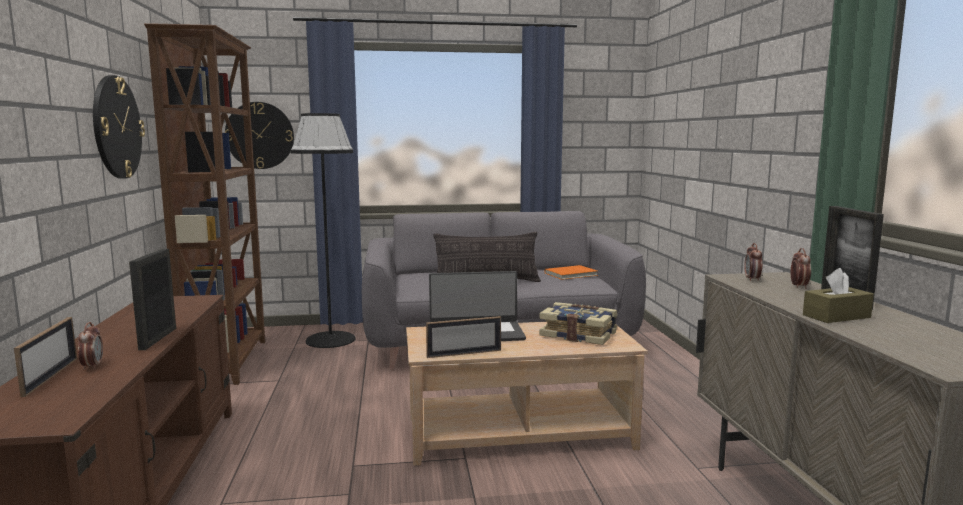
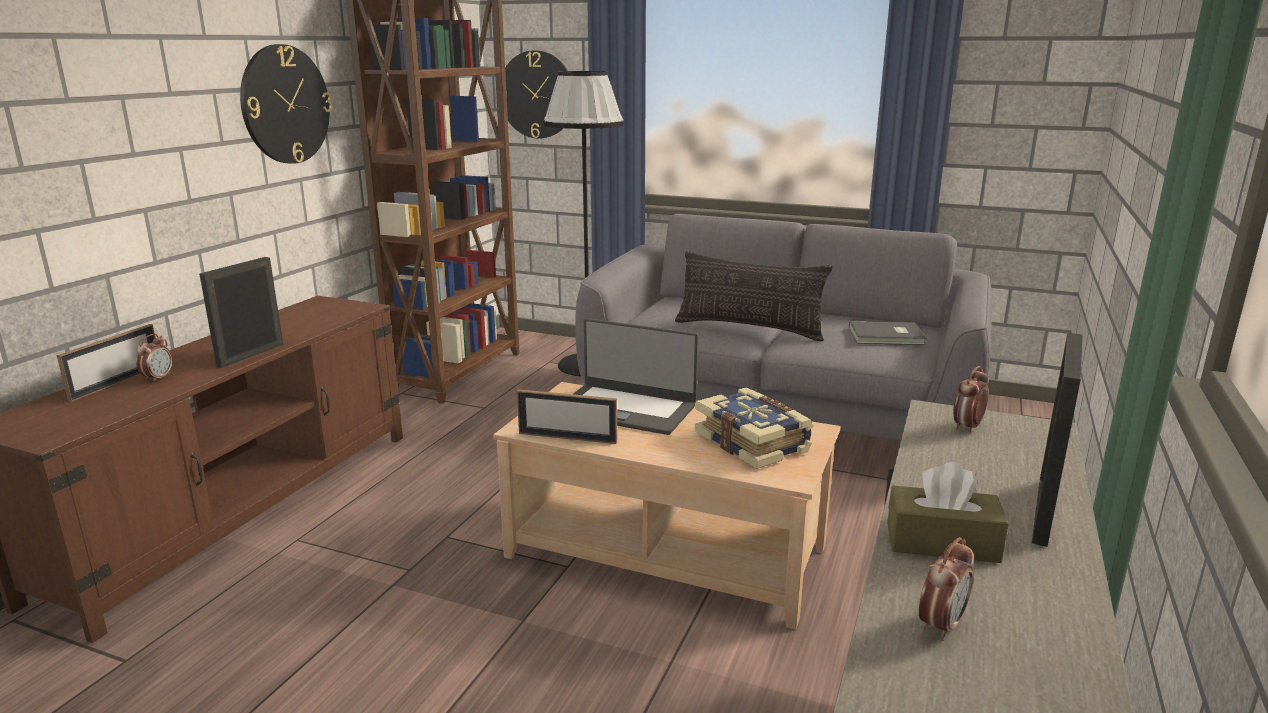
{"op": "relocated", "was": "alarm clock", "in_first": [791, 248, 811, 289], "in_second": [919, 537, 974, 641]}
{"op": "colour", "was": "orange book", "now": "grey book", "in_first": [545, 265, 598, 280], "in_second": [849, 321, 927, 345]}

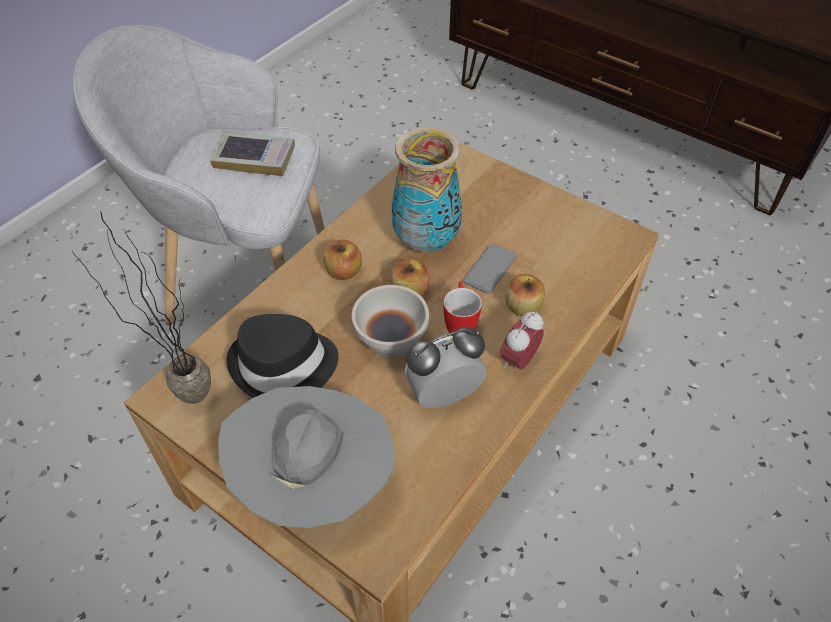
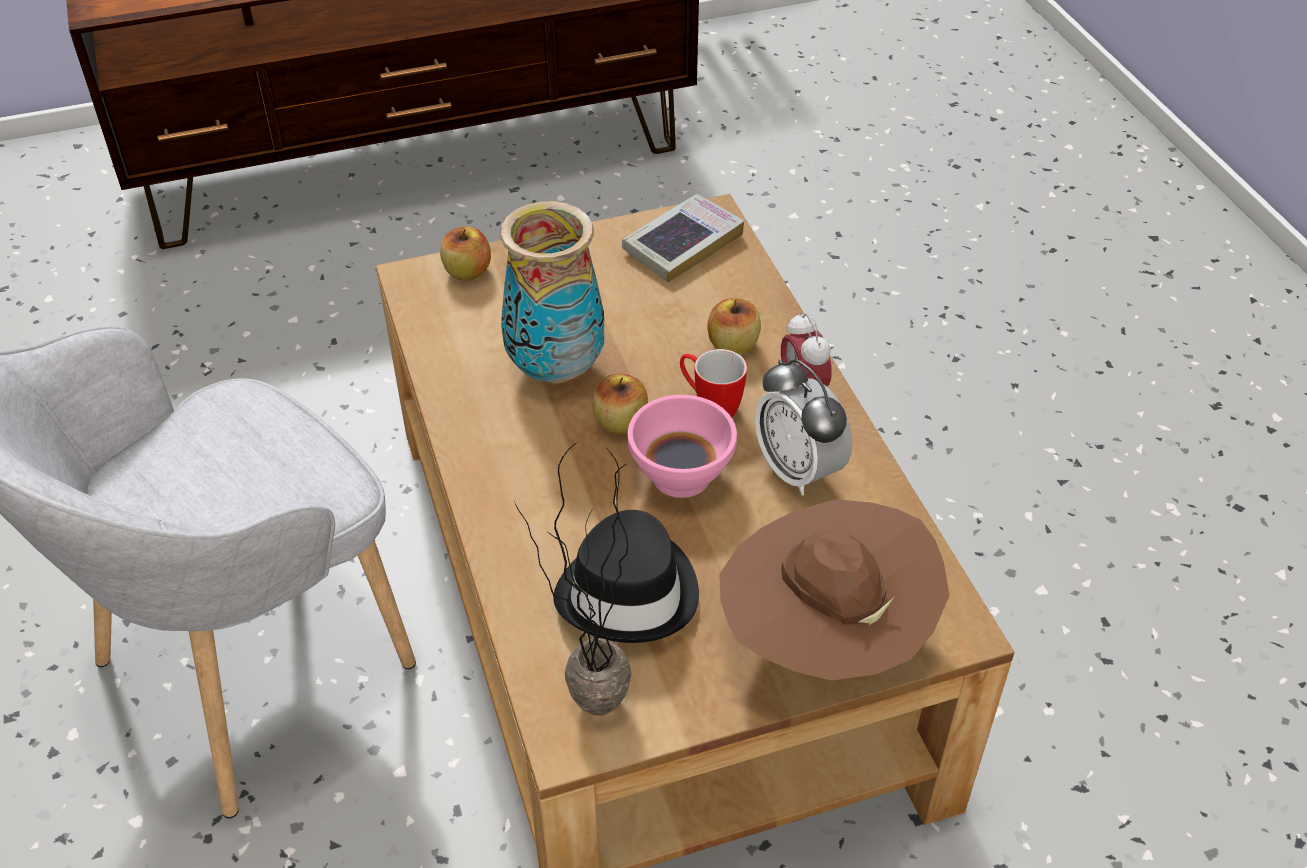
{"op": "missing", "was": "phone", "in_first": [463, 244, 517, 293]}
{"op": "relocated", "was": "book", "in_first": [211, 131, 295, 176], "in_second": [622, 194, 744, 283]}
{"op": "relocated", "was": "apple", "in_first": [324, 240, 362, 280], "in_second": [440, 226, 491, 281]}
{"op": "colour", "was": "grey hat", "now": "brown hat", "in_first": [218, 386, 395, 528], "in_second": [719, 499, 949, 681]}
{"op": "colour", "was": "white bowl", "now": "pink bowl", "in_first": [352, 285, 429, 358], "in_second": [628, 395, 737, 498]}
{"op": "spun", "was": "alarm clock", "in_first": [405, 327, 487, 408], "in_second": [754, 359, 852, 496], "clockwise": -45}

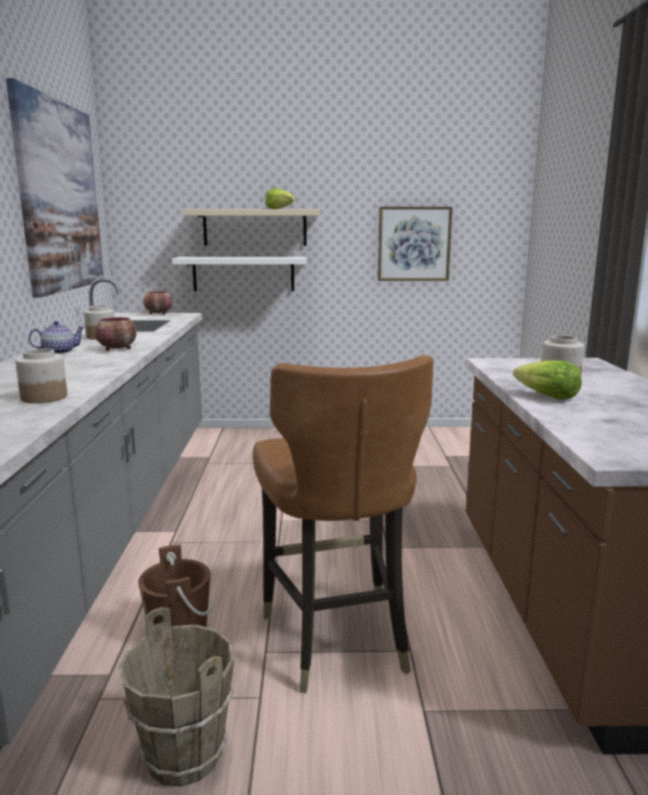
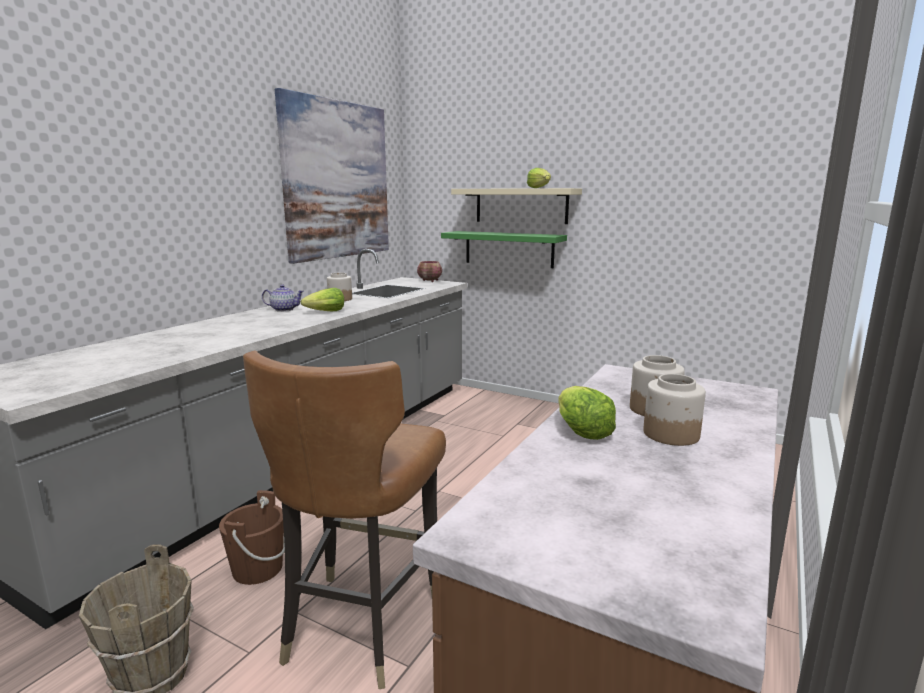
{"op": "missing", "was": "picture", "in_first": [378, 206, 453, 281]}
{"op": "relocated", "was": "jar", "in_first": [15, 349, 67, 403], "in_second": [643, 374, 706, 446]}
{"op": "exchanged", "was": "bowl", "now": "lettuce", "in_first": [95, 317, 136, 351], "in_second": [300, 288, 344, 311]}
{"op": "colour", "was": "white shelf", "now": "green shelf", "in_first": [172, 257, 307, 291], "in_second": [441, 231, 567, 268]}

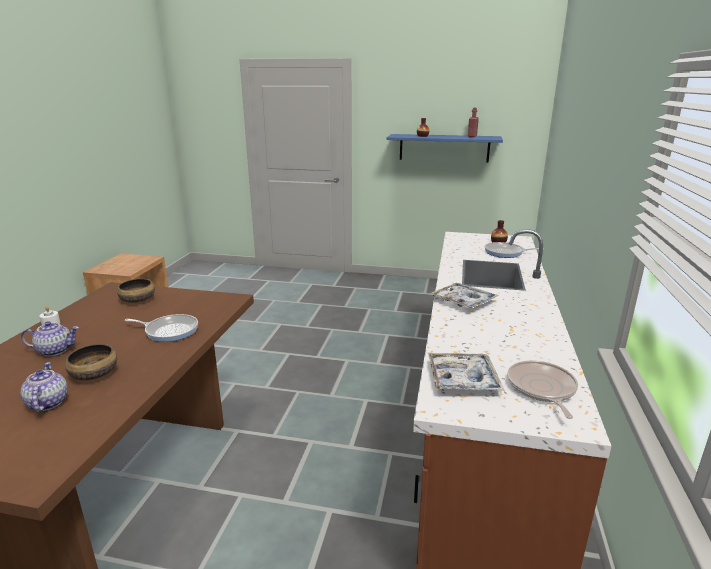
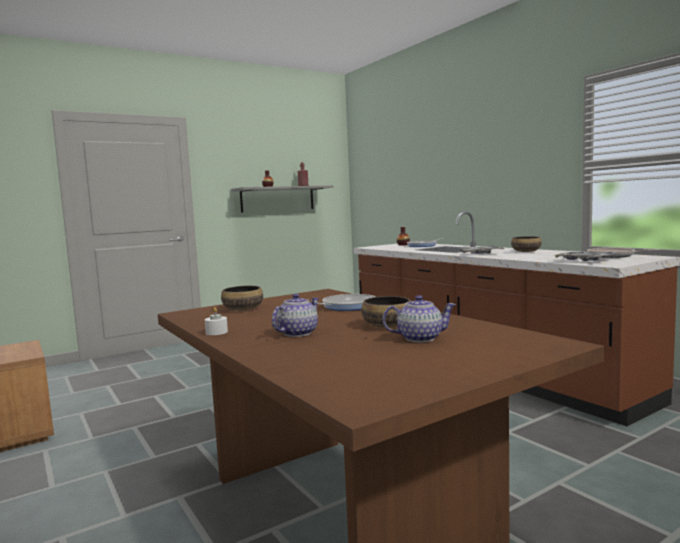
{"op": "appeared", "now": "bowl", "in_second": [511, 236, 542, 252]}
{"op": "colour", "was": "blue shelf", "now": "grey shelf", "in_first": [387, 134, 503, 162], "in_second": [231, 185, 334, 213]}
{"op": "spun", "was": "teapot", "in_first": [20, 362, 68, 413], "in_second": [383, 295, 456, 342], "clockwise": 150}

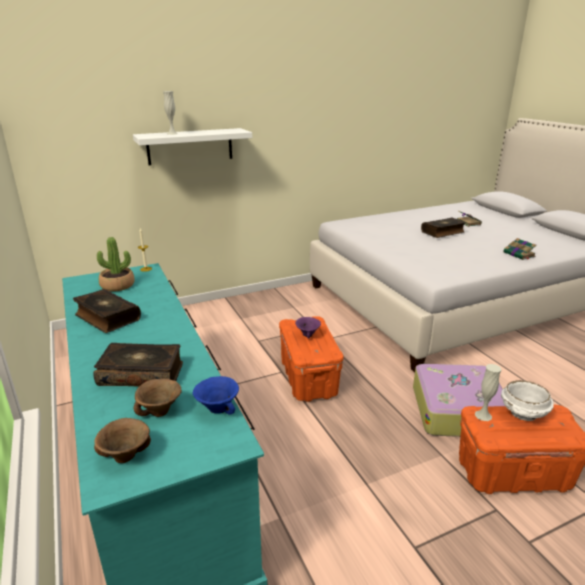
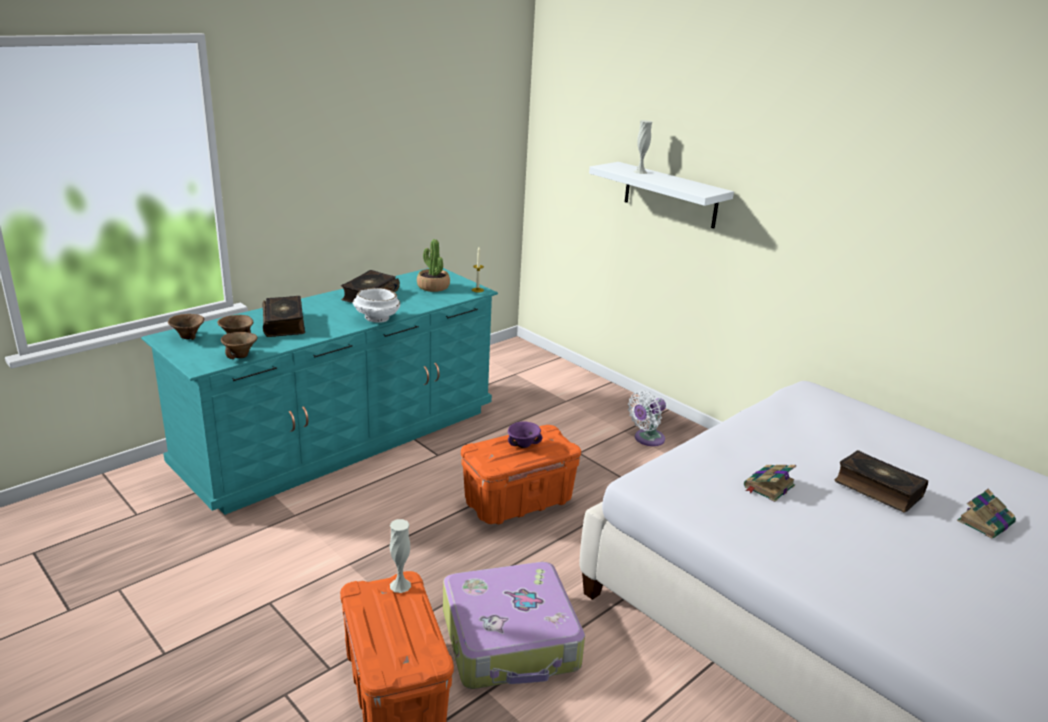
{"op": "appeared", "now": "white fan", "in_second": [628, 390, 666, 446]}
{"op": "relocated", "was": "white bowl", "in_first": [501, 380, 554, 421], "in_second": [353, 288, 400, 323]}
{"op": "relocated", "was": "book", "in_first": [503, 238, 537, 260], "in_second": [744, 465, 796, 502]}
{"op": "colour", "was": "blue bowl", "now": "brown bowl", "in_first": [193, 376, 239, 415], "in_second": [221, 332, 258, 359]}

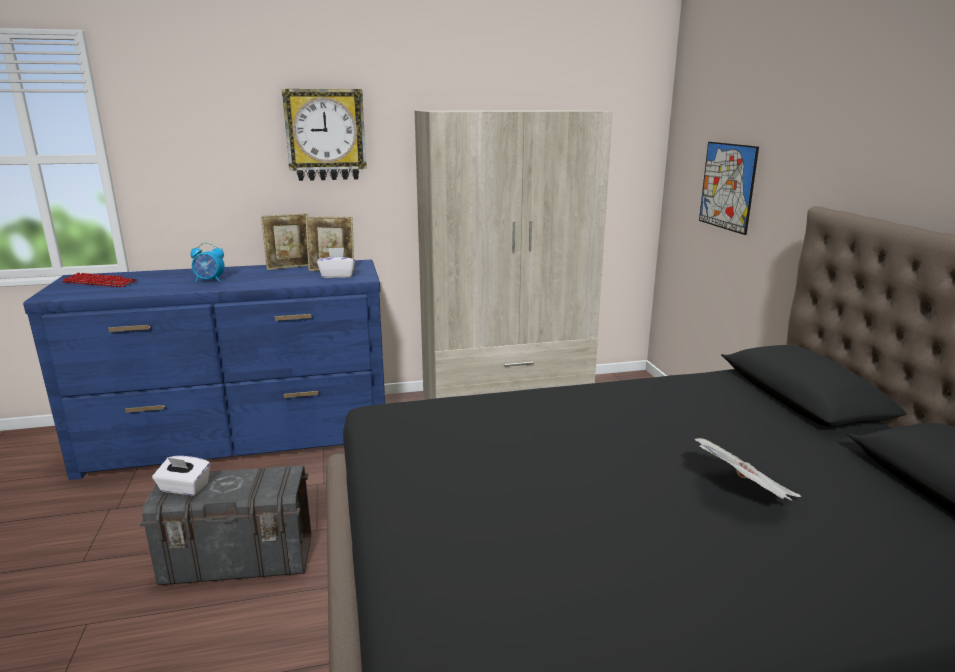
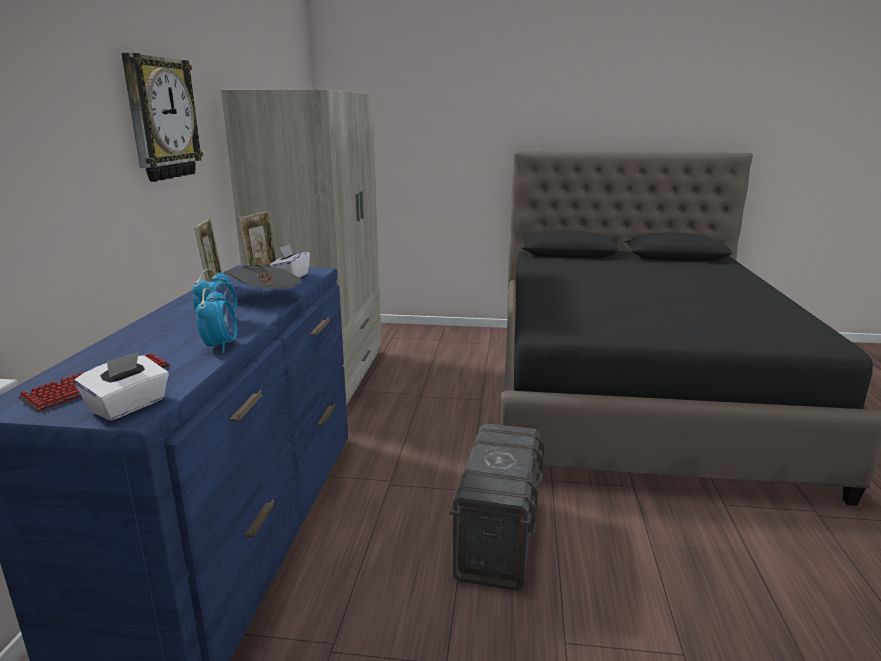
{"op": "missing", "was": "picture", "in_first": [699, 142, 759, 235]}
{"op": "appeared", "now": "alarm clock", "in_second": [196, 288, 238, 353]}
{"op": "relocated", "was": "white tissue box", "in_first": [152, 456, 210, 495], "in_second": [75, 351, 169, 421]}
{"op": "relocated", "was": "newspaper", "in_first": [695, 438, 801, 500], "in_second": [223, 265, 302, 289]}

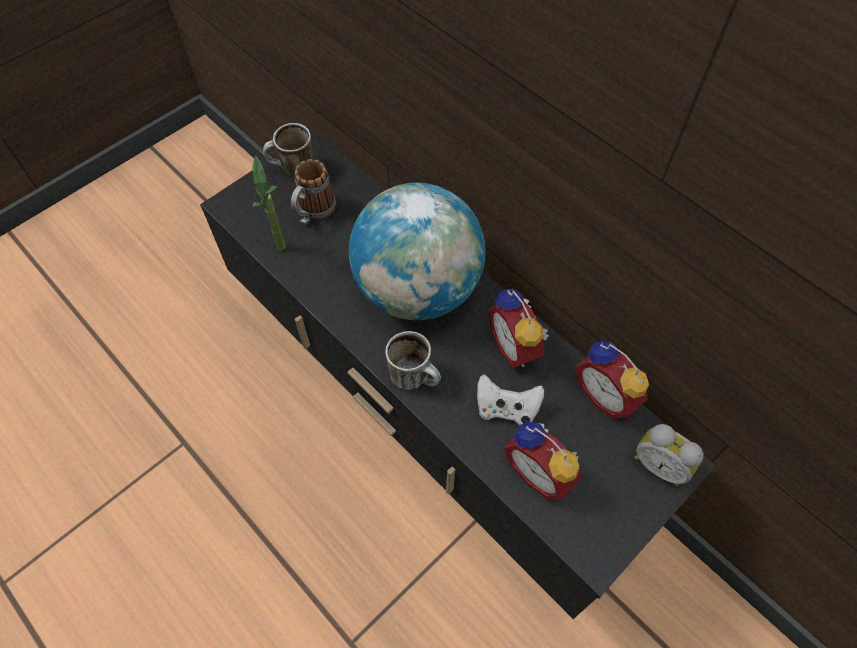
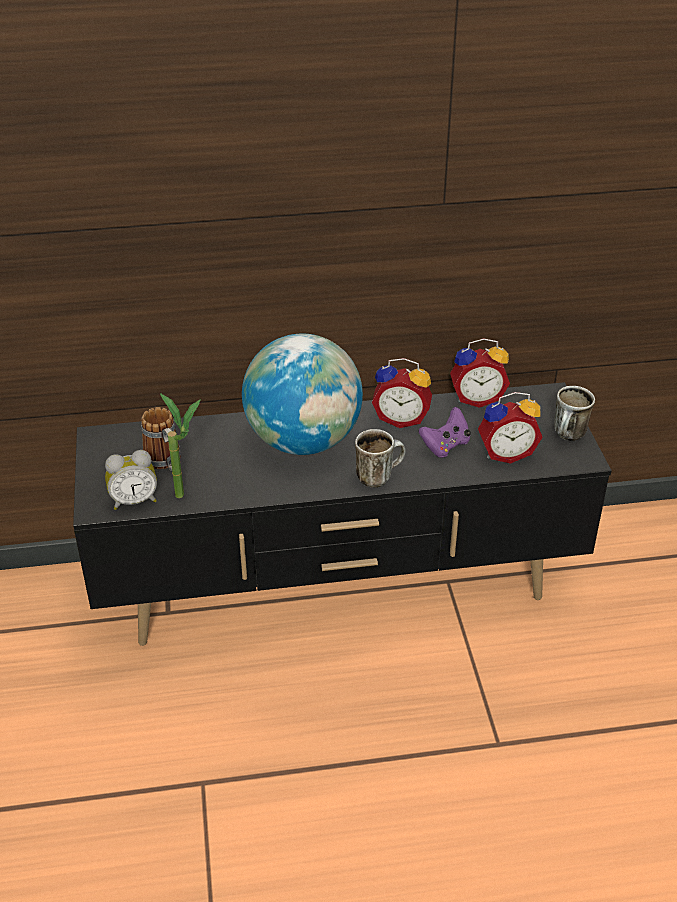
{"op": "relocated", "was": "mug", "in_first": [263, 123, 314, 178], "in_second": [554, 386, 595, 441]}
{"op": "relocated", "was": "alarm clock", "in_first": [634, 424, 704, 487], "in_second": [105, 450, 157, 510]}
{"op": "colour", "was": "white game controller", "now": "purple game controller", "in_first": [477, 374, 544, 426], "in_second": [418, 407, 471, 458]}

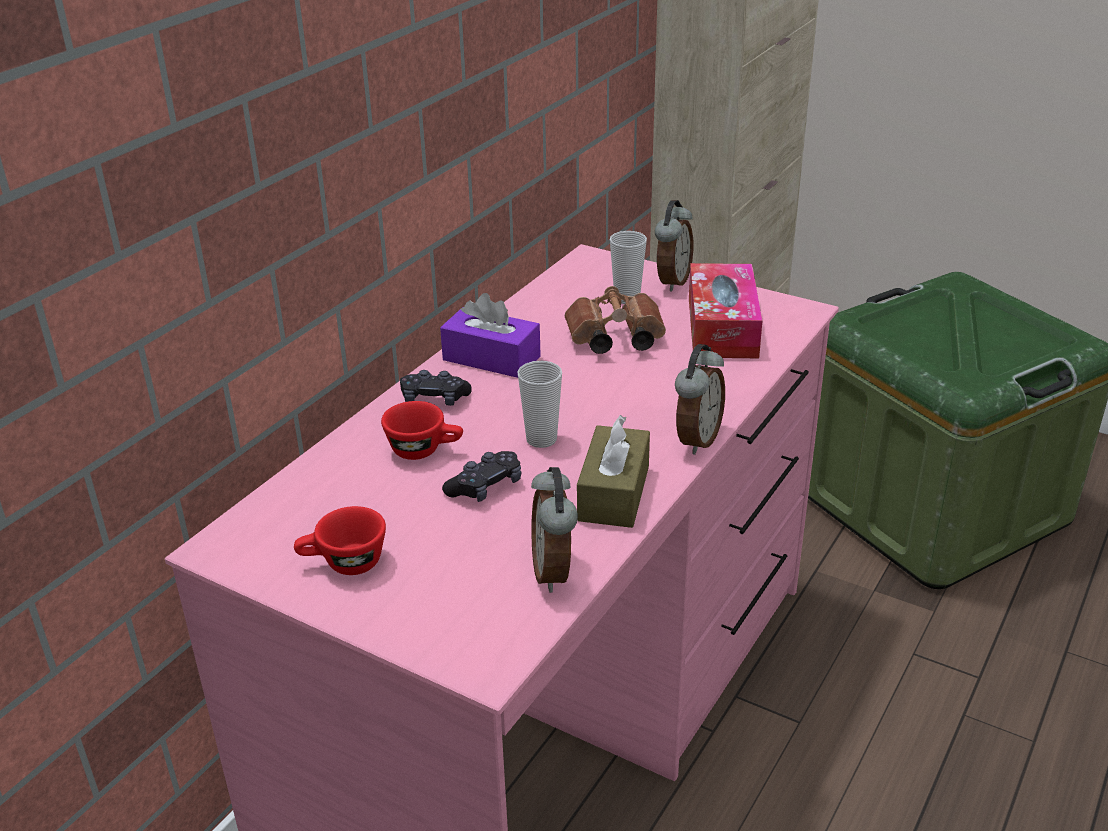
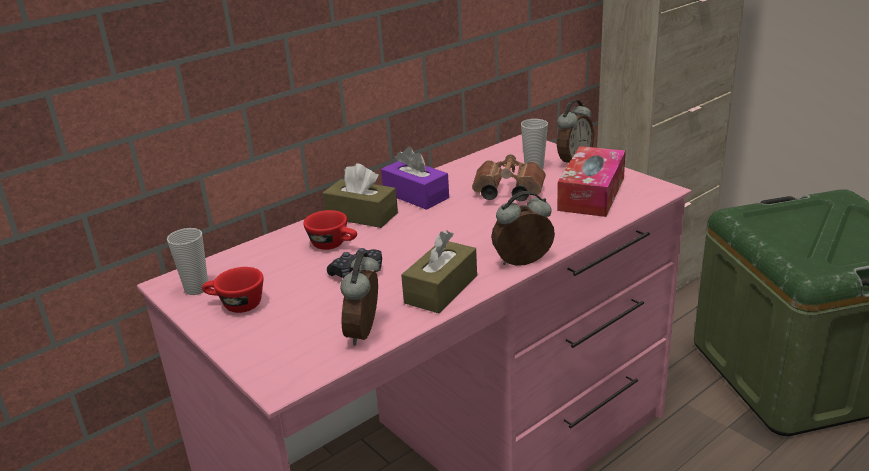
{"op": "relocated", "was": "cup", "in_first": [517, 361, 562, 448], "in_second": [167, 228, 208, 295]}
{"op": "exchanged", "was": "black game controller", "now": "brown tissue box", "in_first": [400, 370, 472, 406], "in_second": [323, 163, 398, 228]}
{"op": "spun", "was": "alarm clock", "in_first": [675, 344, 725, 455], "in_second": [491, 191, 555, 266], "clockwise": -150}

